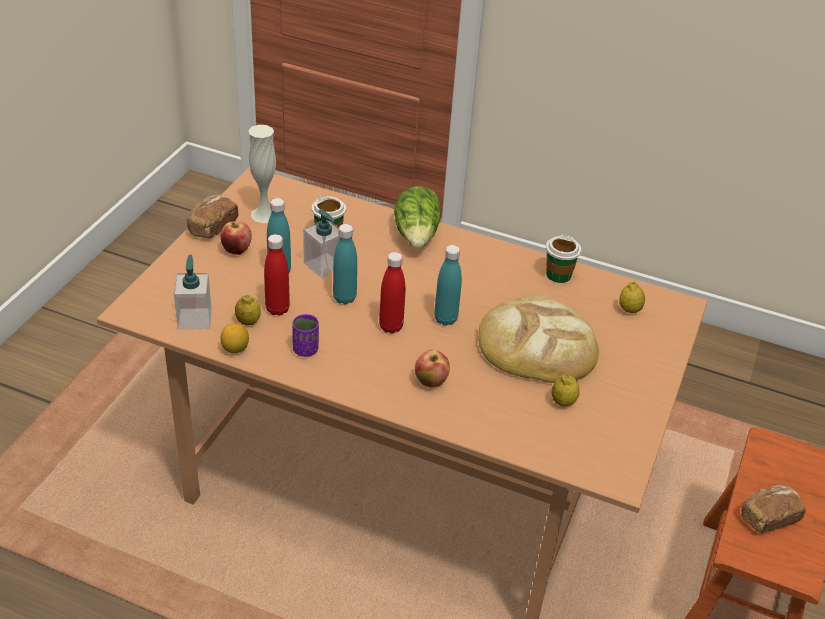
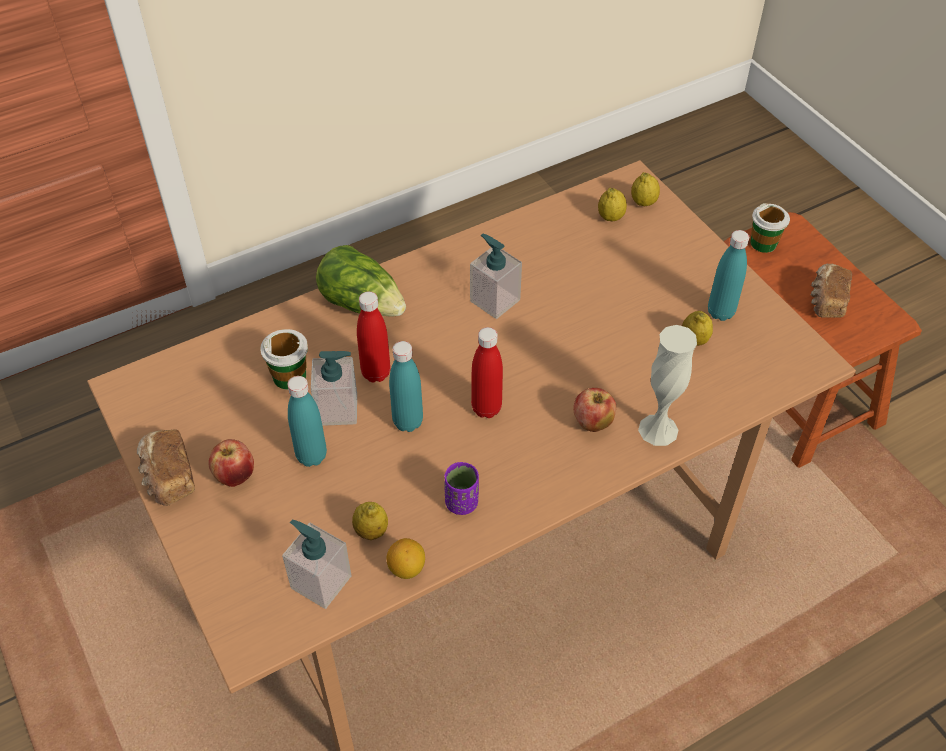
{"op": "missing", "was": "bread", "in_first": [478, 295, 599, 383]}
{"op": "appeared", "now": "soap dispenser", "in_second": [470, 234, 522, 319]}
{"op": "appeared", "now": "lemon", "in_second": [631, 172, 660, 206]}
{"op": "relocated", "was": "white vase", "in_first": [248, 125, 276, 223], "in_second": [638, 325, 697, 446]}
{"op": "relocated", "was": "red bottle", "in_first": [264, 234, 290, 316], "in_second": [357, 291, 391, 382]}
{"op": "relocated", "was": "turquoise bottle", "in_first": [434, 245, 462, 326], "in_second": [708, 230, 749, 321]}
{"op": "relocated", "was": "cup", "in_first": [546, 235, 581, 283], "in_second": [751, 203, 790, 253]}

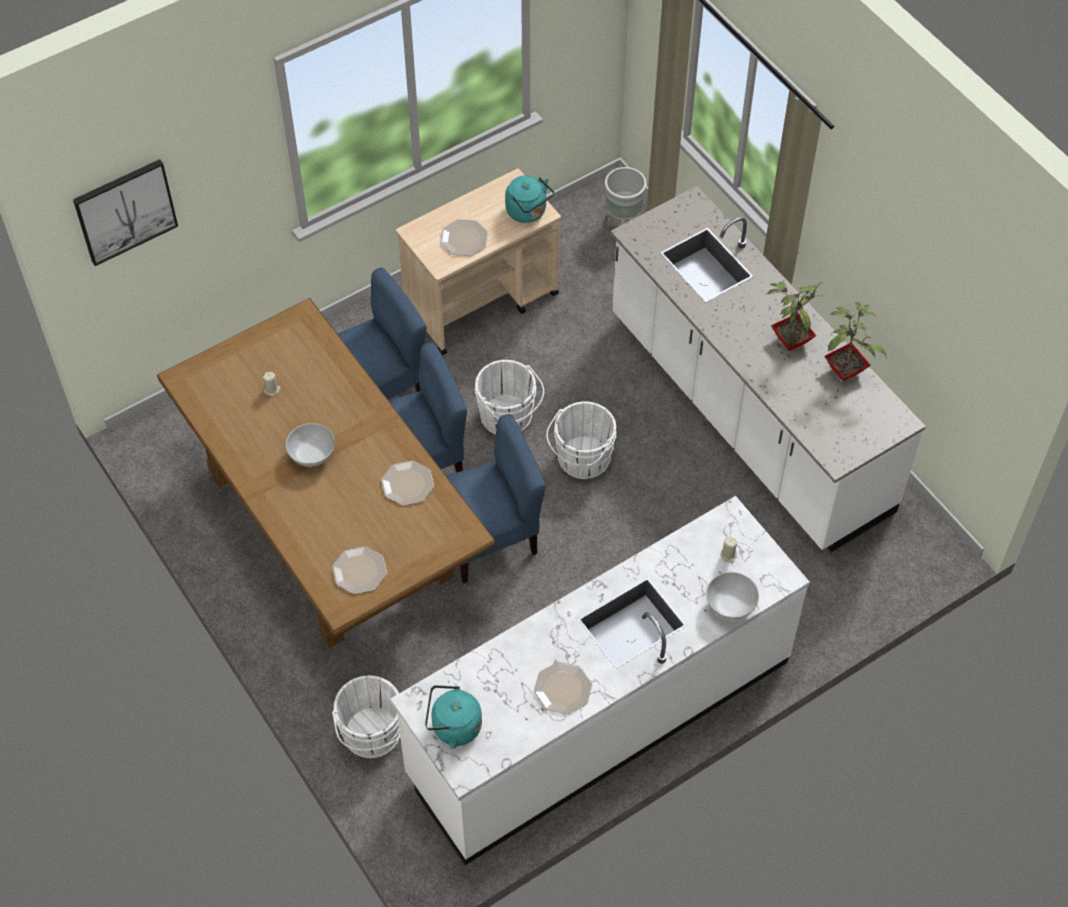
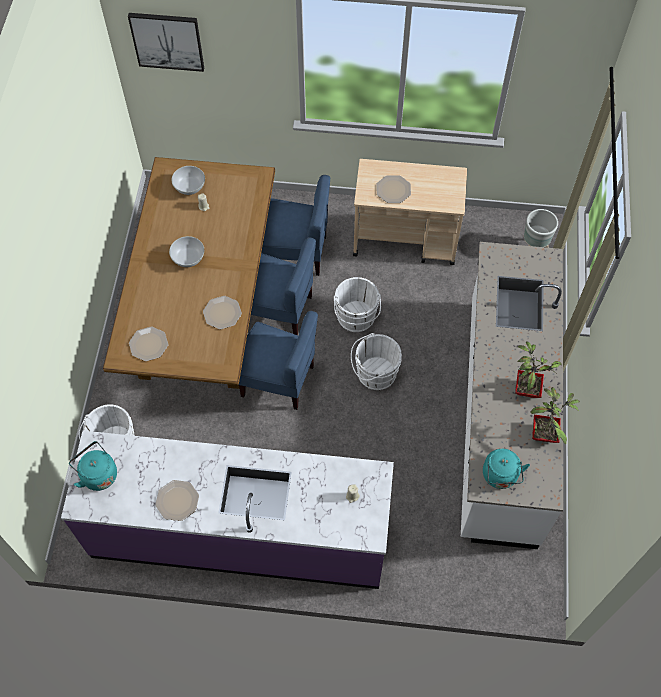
{"op": "relocated", "was": "turquoise kettle", "in_first": [505, 175, 554, 223], "in_second": [483, 449, 530, 489]}
{"op": "relocated", "was": "white bowl", "in_first": [706, 572, 759, 620], "in_second": [171, 166, 205, 195]}
{"op": "colour", "was": "white counter", "now": "purple counter", "in_first": [390, 496, 810, 865], "in_second": [61, 431, 394, 589]}

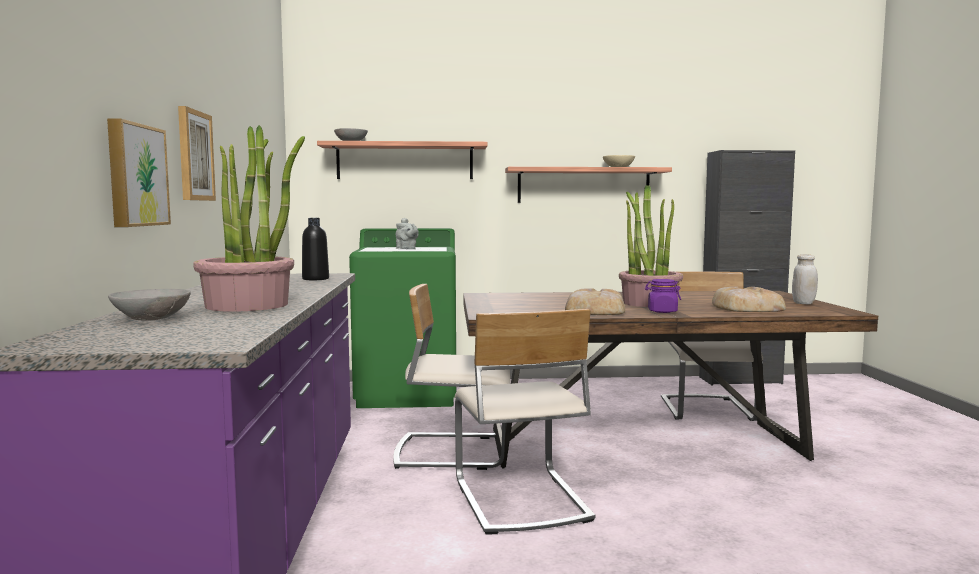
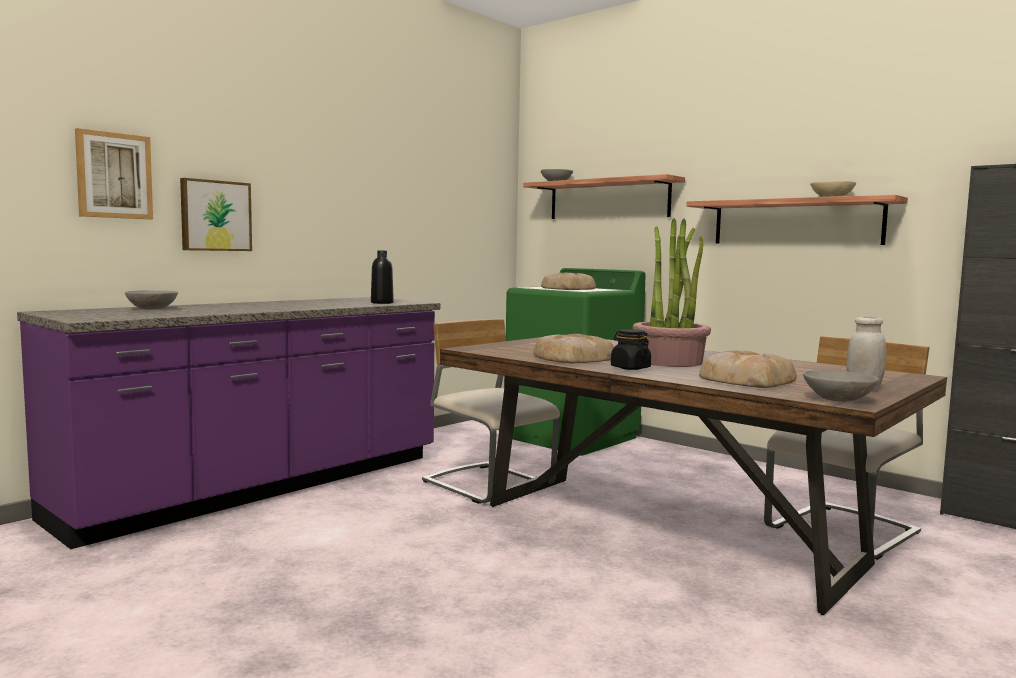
{"op": "missing", "was": "potted plant", "in_first": [193, 125, 305, 312]}
{"op": "missing", "was": "beige chair", "in_first": [455, 309, 595, 535]}
{"op": "appeared", "now": "grey bowl", "in_second": [803, 370, 879, 402]}
{"op": "relocated", "was": "picture", "in_first": [178, 106, 216, 201], "in_second": [75, 128, 153, 219]}
{"op": "exchanged", "was": "grey teapot", "now": "bread", "in_first": [396, 218, 419, 249], "in_second": [541, 273, 596, 290]}
{"op": "colour", "was": "purple jar", "now": "black jar", "in_first": [645, 279, 681, 313], "in_second": [611, 329, 651, 370]}

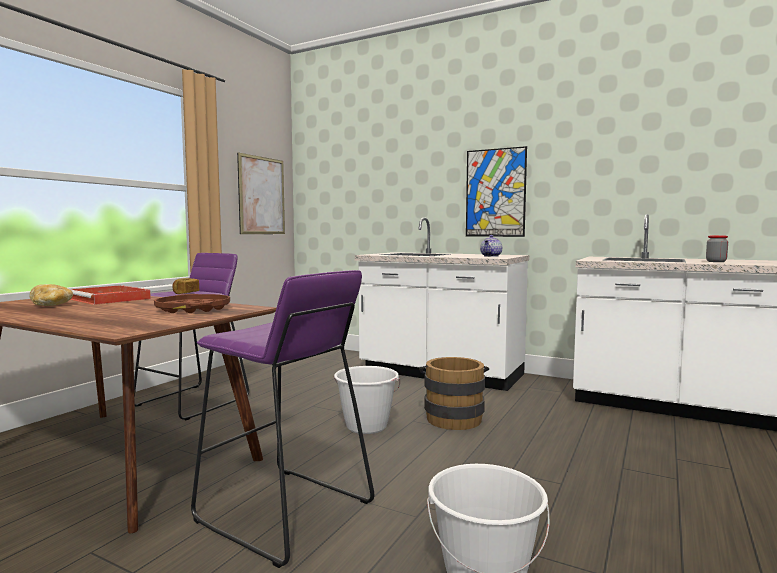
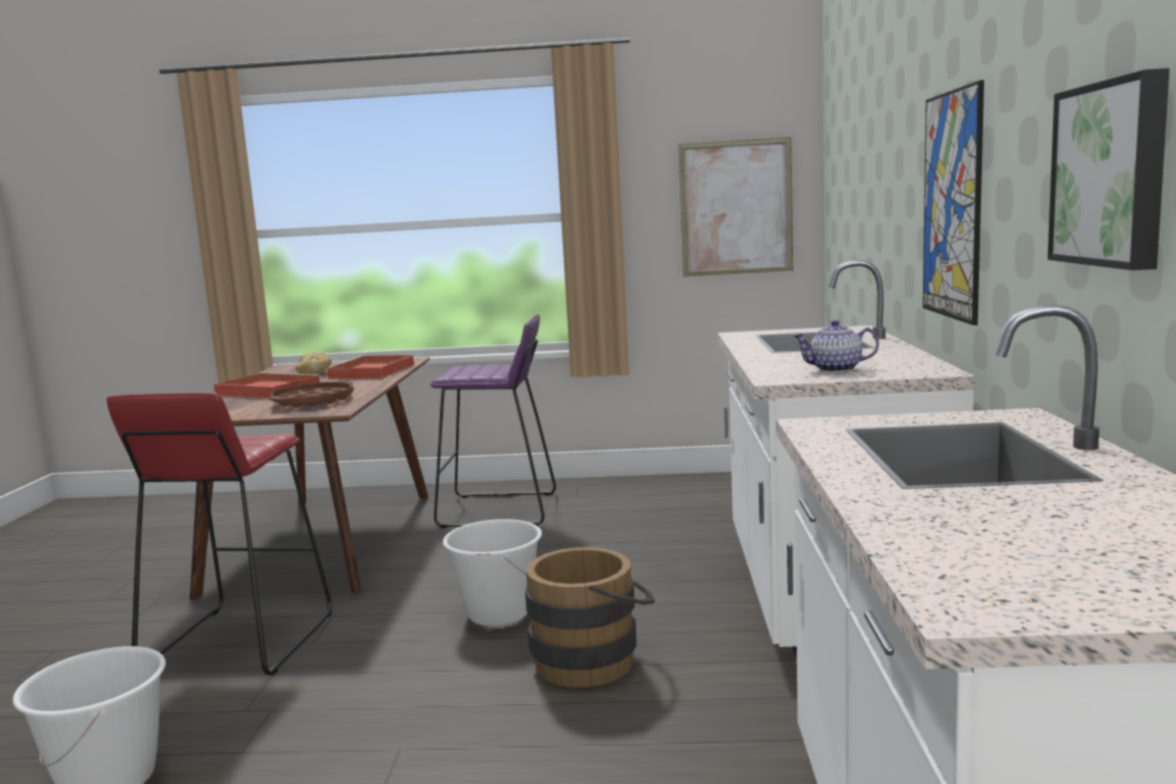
{"op": "missing", "was": "bread", "in_first": [172, 278, 199, 294]}
{"op": "missing", "was": "jar", "in_first": [706, 235, 728, 262]}
{"op": "appeared", "now": "red tray", "in_second": [214, 373, 321, 398]}
{"op": "appeared", "now": "picture", "in_second": [1048, 68, 1170, 270]}
{"op": "colour", "was": "purple stool", "now": "red stool", "in_first": [191, 270, 374, 568], "in_second": [106, 393, 332, 675]}

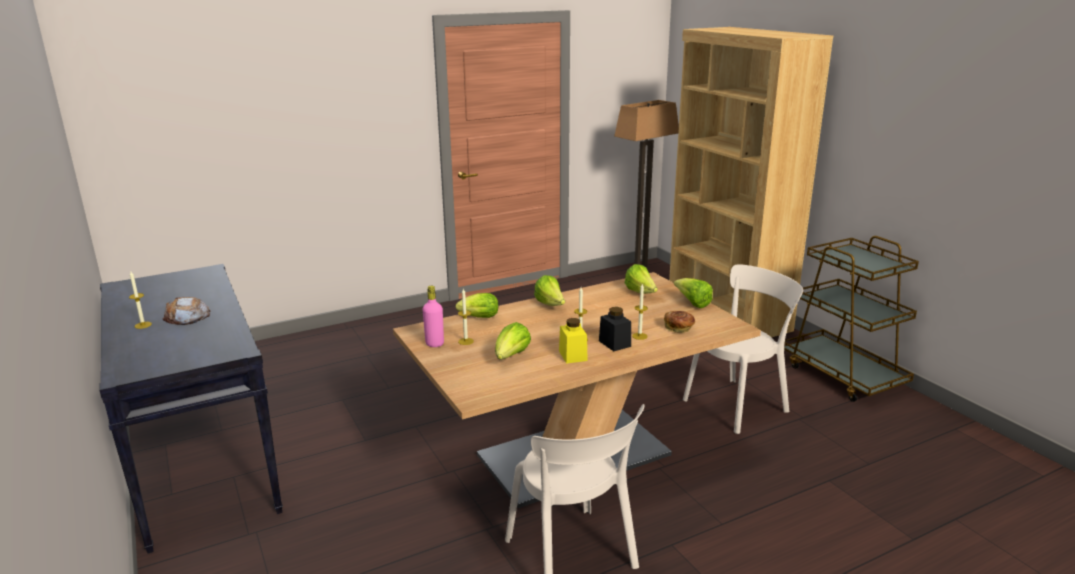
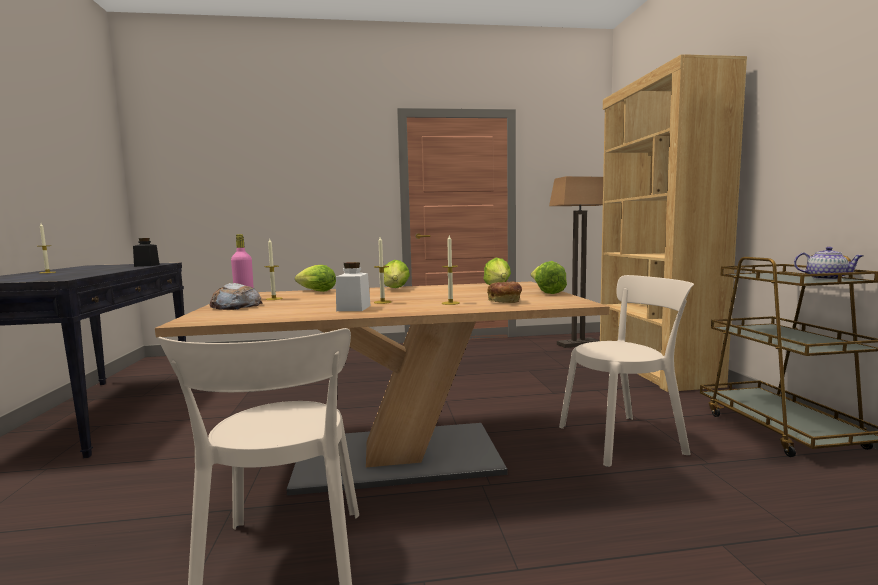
{"op": "missing", "was": "lettuce", "in_first": [495, 322, 531, 360]}
{"op": "appeared", "now": "teapot", "in_second": [794, 247, 863, 280]}
{"op": "relocated", "was": "bread", "in_first": [162, 297, 211, 325], "in_second": [209, 283, 263, 310]}
{"op": "relocated", "was": "black jar", "in_first": [599, 307, 631, 351], "in_second": [133, 238, 160, 267]}
{"op": "colour", "was": "yellow jar", "now": "white jar", "in_first": [559, 318, 588, 364], "in_second": [336, 262, 371, 311]}

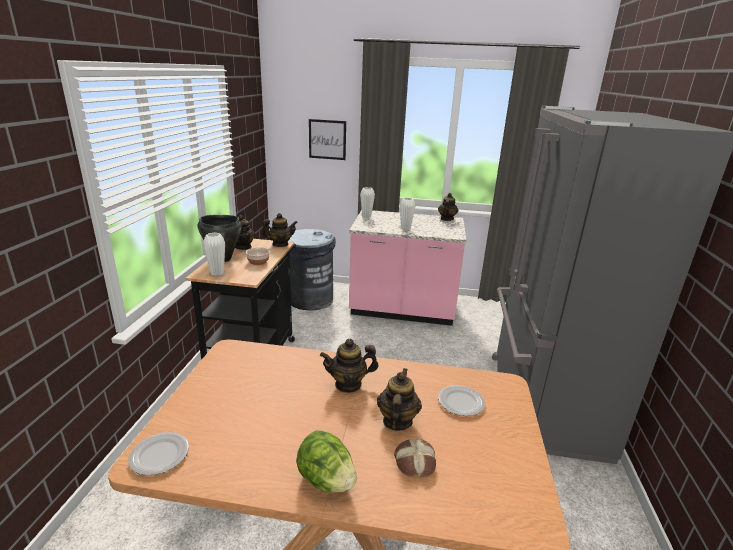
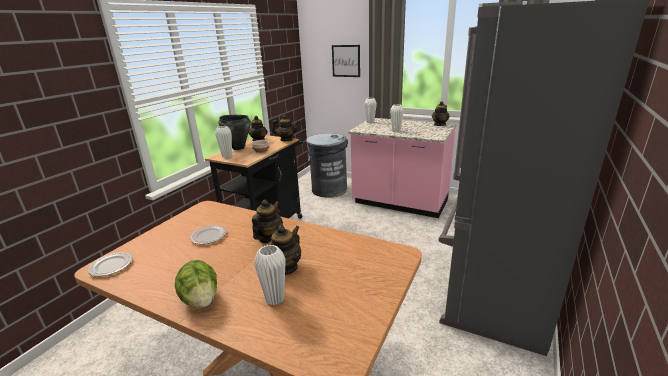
{"op": "relocated", "was": "plate", "in_first": [438, 385, 485, 416], "in_second": [190, 225, 227, 244]}
{"op": "exchanged", "was": "bread", "now": "white vase", "in_first": [394, 439, 436, 477], "in_second": [254, 245, 286, 305]}
{"op": "spun", "was": "teapot", "in_first": [320, 339, 378, 393], "in_second": [252, 200, 283, 243], "clockwise": 105}

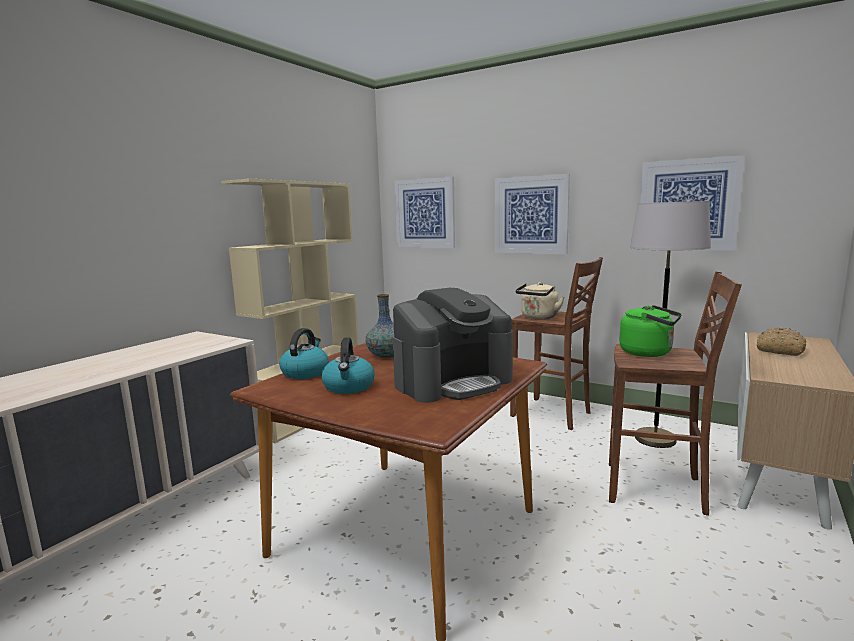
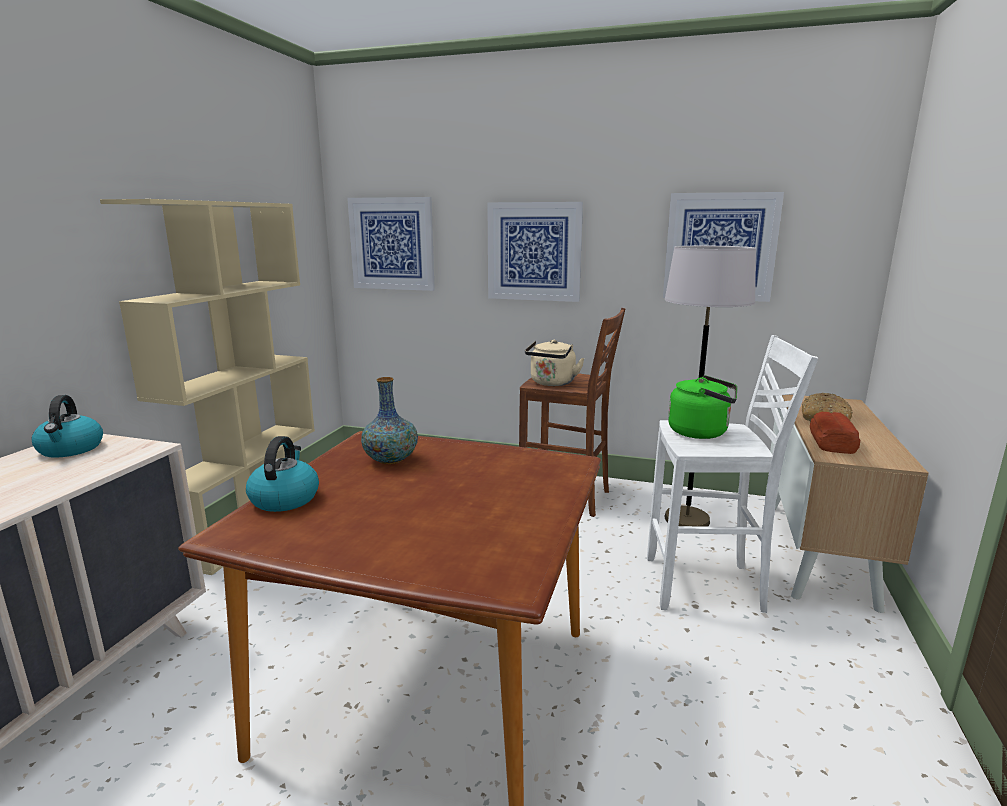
{"op": "missing", "was": "coffee machine", "in_first": [393, 288, 513, 403]}
{"op": "appeared", "now": "bread", "in_second": [810, 412, 860, 454]}
{"op": "relocated", "was": "kettle", "in_first": [322, 338, 375, 394], "in_second": [31, 395, 103, 458]}
{"op": "colour", "was": "brown stool", "now": "white stool", "in_first": [609, 271, 742, 516], "in_second": [647, 335, 818, 613]}

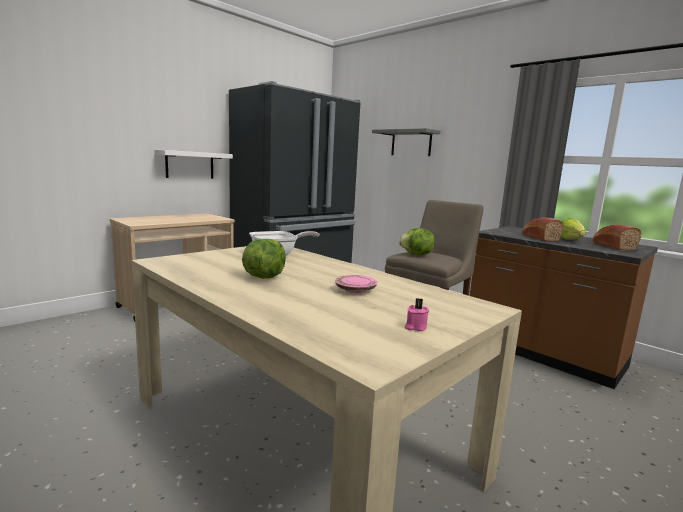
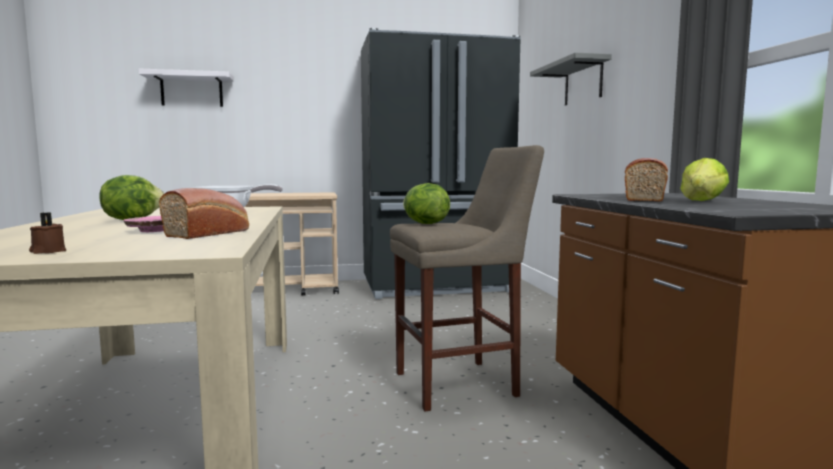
{"op": "relocated", "was": "white shelf", "in_first": [154, 150, 233, 179], "in_second": [138, 69, 234, 107]}
{"op": "relocated", "was": "bread", "in_first": [592, 225, 642, 250], "in_second": [159, 188, 249, 239]}
{"op": "colour", "was": "pink candle", "now": "brown candle", "in_first": [405, 298, 429, 331], "in_second": [29, 212, 66, 254]}

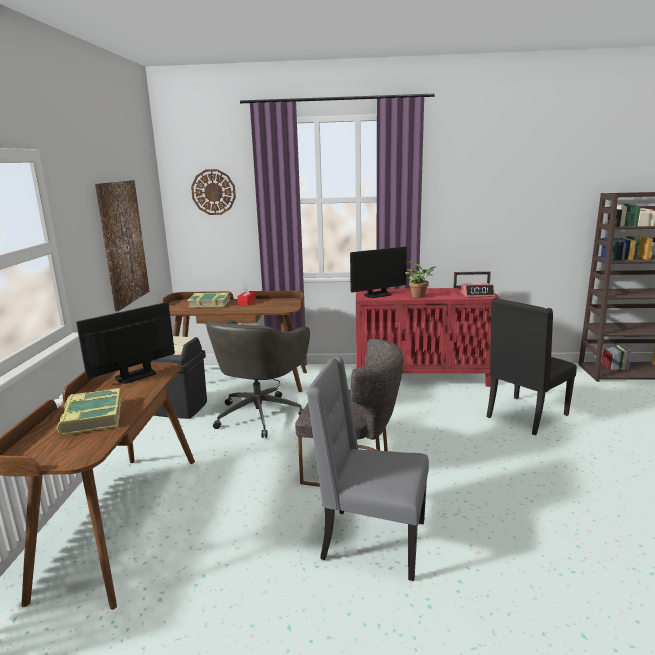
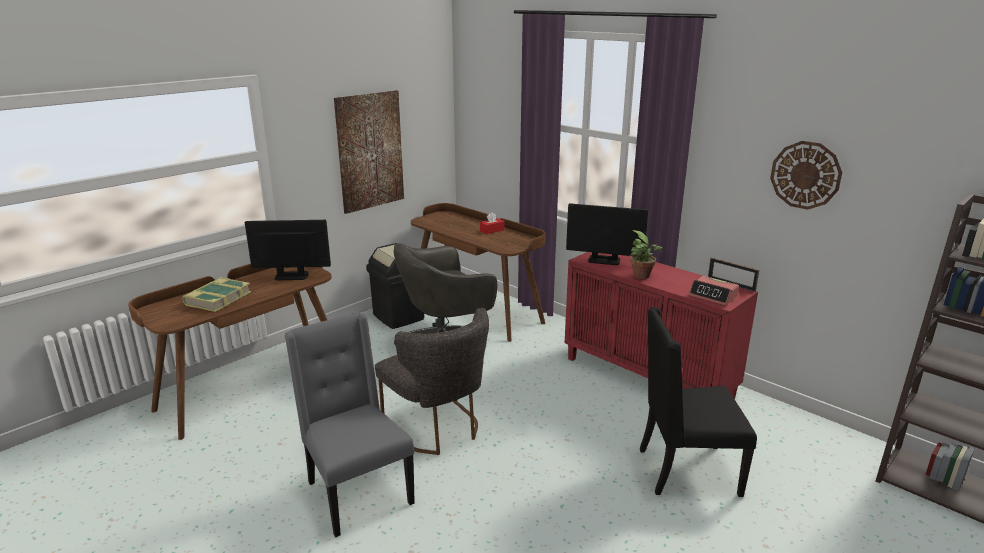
{"op": "missing", "was": "book", "in_first": [187, 292, 230, 308]}
{"op": "relocated", "was": "wall clock", "in_first": [191, 169, 236, 215], "in_second": [770, 141, 842, 210]}

